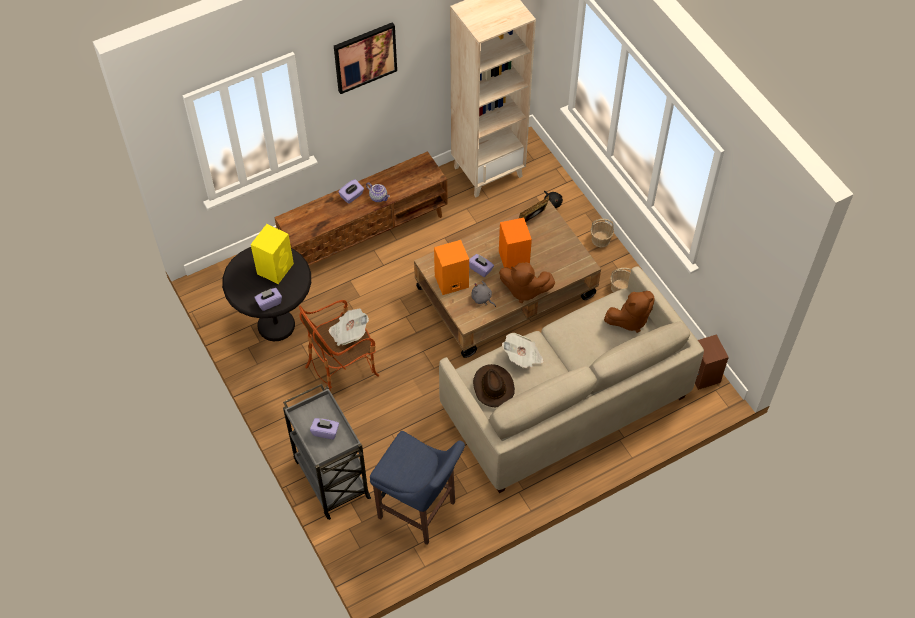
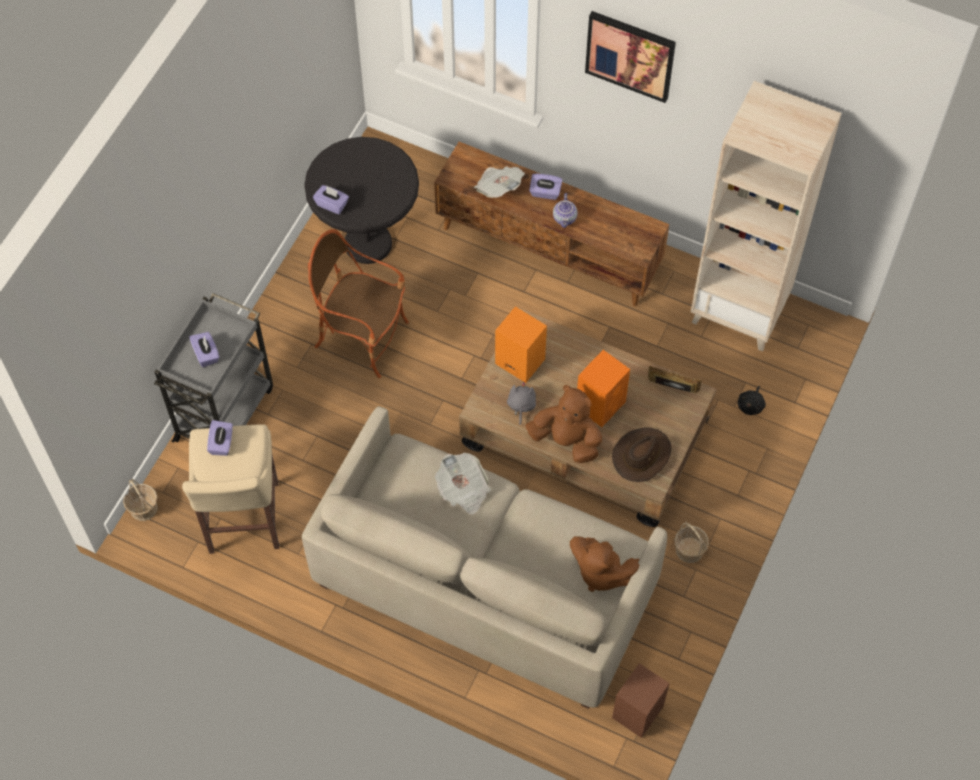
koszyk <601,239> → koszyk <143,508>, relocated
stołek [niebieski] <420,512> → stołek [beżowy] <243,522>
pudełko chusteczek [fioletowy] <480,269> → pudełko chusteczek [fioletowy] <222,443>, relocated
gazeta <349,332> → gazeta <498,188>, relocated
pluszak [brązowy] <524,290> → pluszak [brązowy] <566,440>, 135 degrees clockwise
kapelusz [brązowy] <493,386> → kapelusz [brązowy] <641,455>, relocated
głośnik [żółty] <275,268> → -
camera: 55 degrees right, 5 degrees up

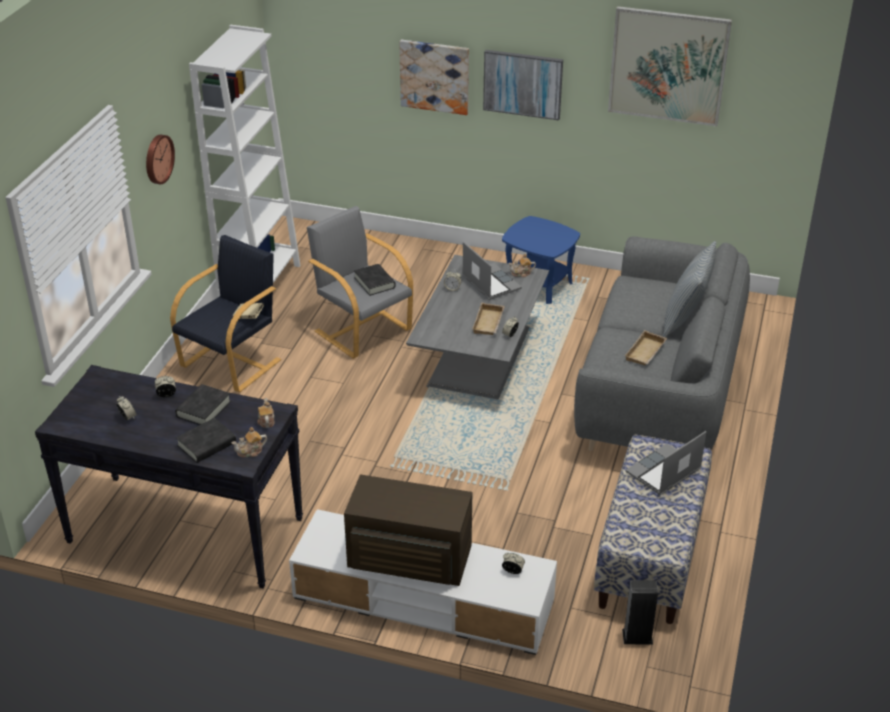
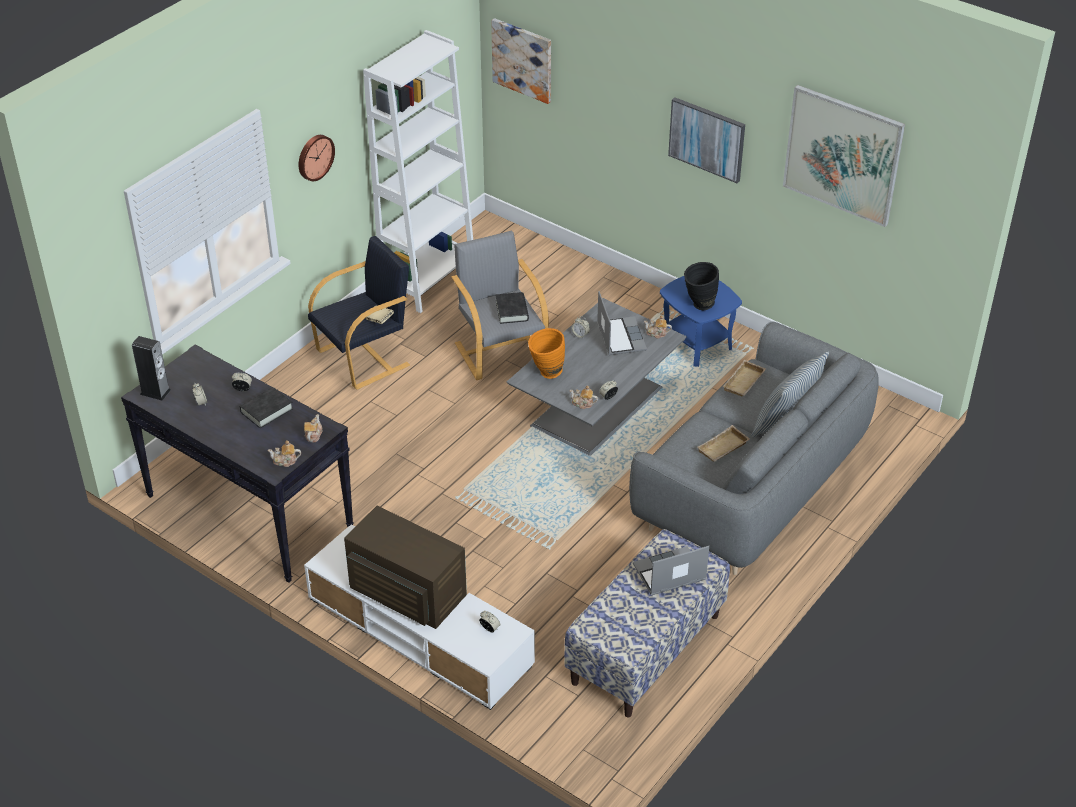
głośnik <637,636> → głośnik <155,392>, relocated
obraz <435,76> → obraz <523,60>, relocated
- → wazon [pomarańczowy] <546,373>
- → imbryk <583,404>
- → wazon [czarny] <699,305>
taca [beżowy] <489,323> → taca [beżowy] <744,383>, relocated
książka [czarny] <206,444> → -
camera: 20 degrees right, 5 degrees up

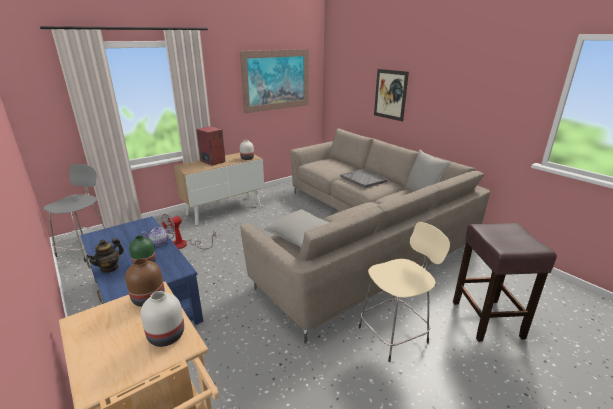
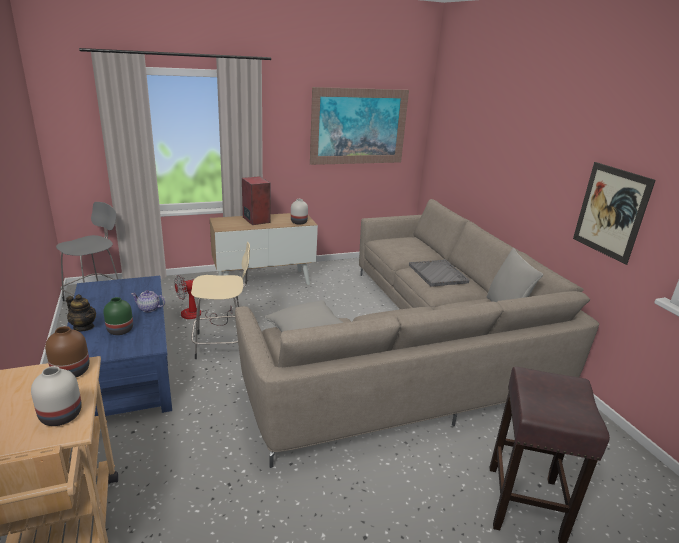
imbryk <110,268> → imbryk <84,327>, 105 degrees counterclockwise
stołek [beżowy] <394,334> → stołek [beżowy] <222,344>, relocated
obraz <390,94> → obraz <611,212>, relocated
camera: 15 degrees right, 0 degrees up

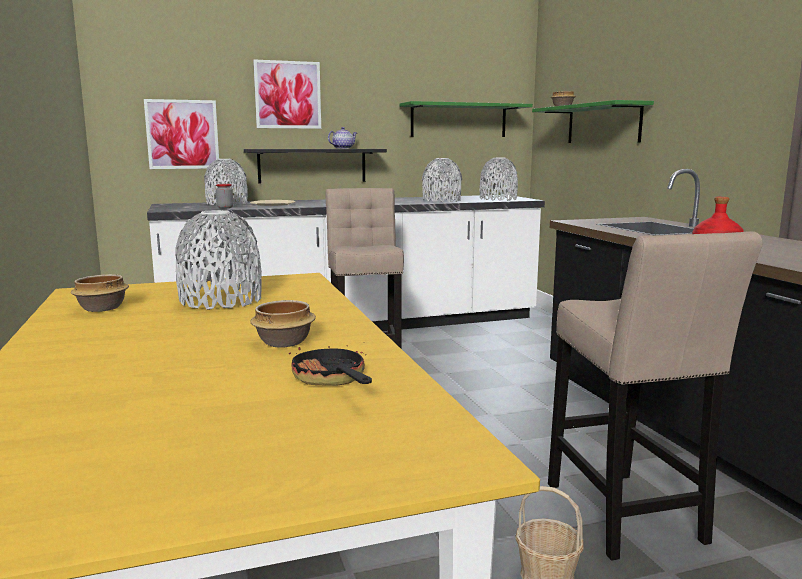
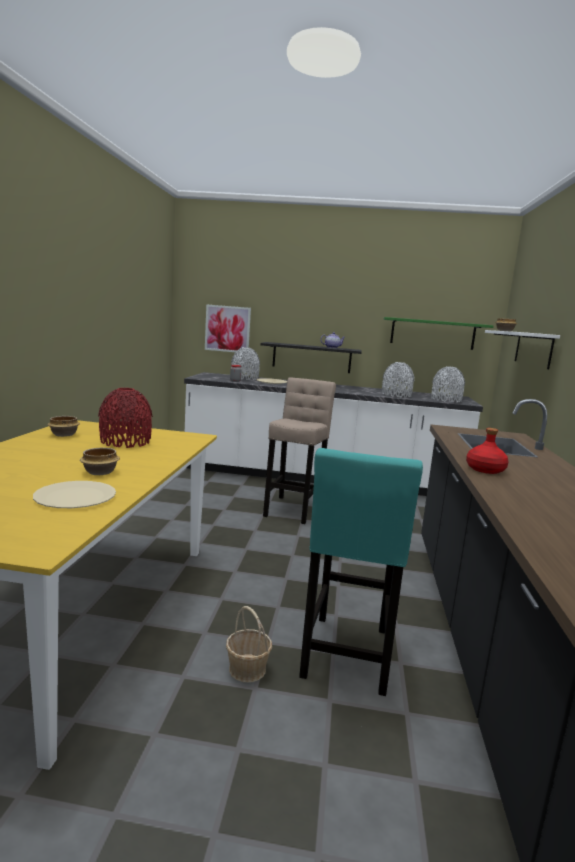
patelnia <332,380> → talerz [beżowy] <75,497>
wazon [szary] <221,300> → wazon [czerwony] <125,441>
stołek [beżowy] <626,518> → stołek [turkusowy] <346,657>
półka [zielony] <603,124> → półka [biały] <533,349>
obraz <287,95> → -
camera: 25 degrees right, 0 degrees up

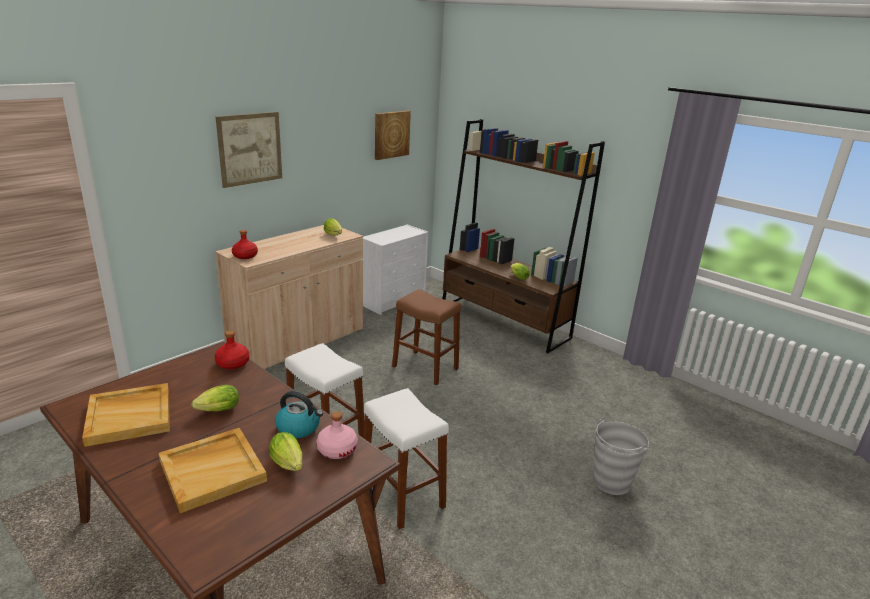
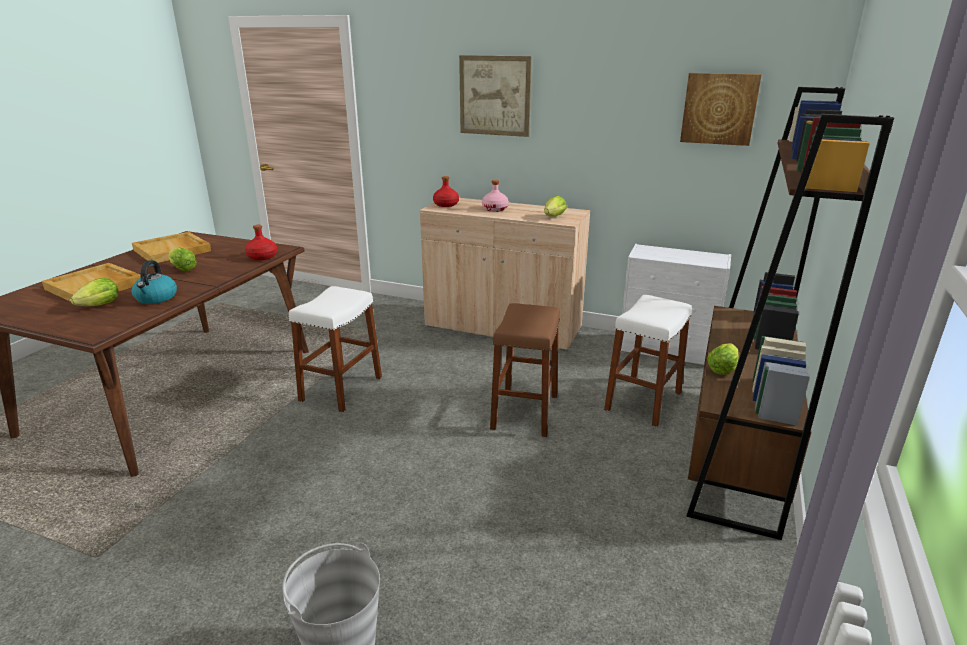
butelka [różowy] <337,449> → butelka [różowy] <495,209>, relocated
stołek [biały] <402,495> → stołek [biały] <643,401>, relocated
camera: 70 degrees right, 0 degrees up

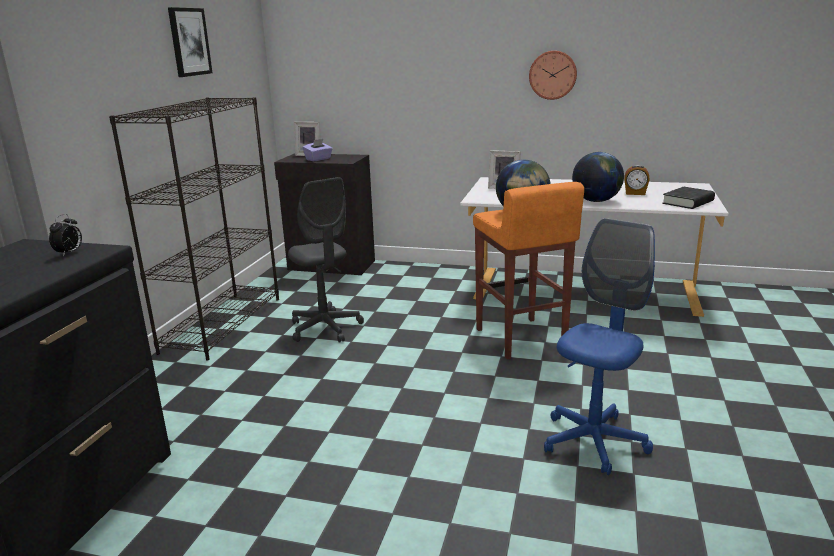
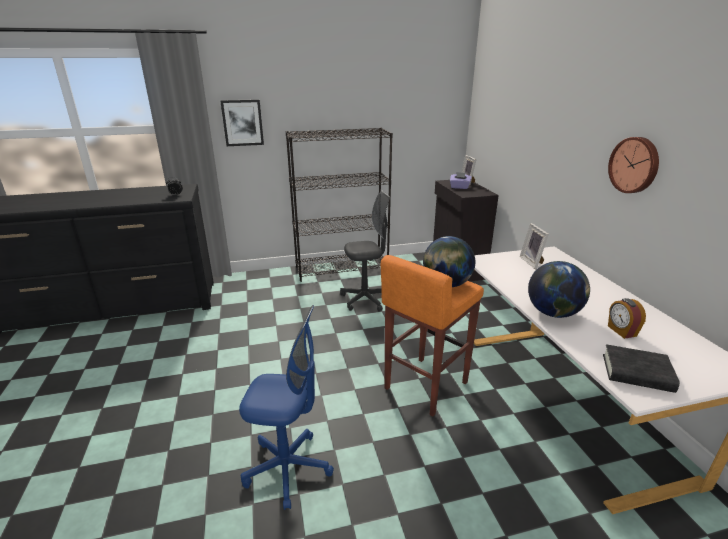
obraz <189,42> → obraz <242,122>, relocated
krzesło biurowe [szary] <325,328> → krzesło biurowe [szary] <365,299>, 135 degrees counterclockwise
camera: 60 degrees right, 5 degrees up

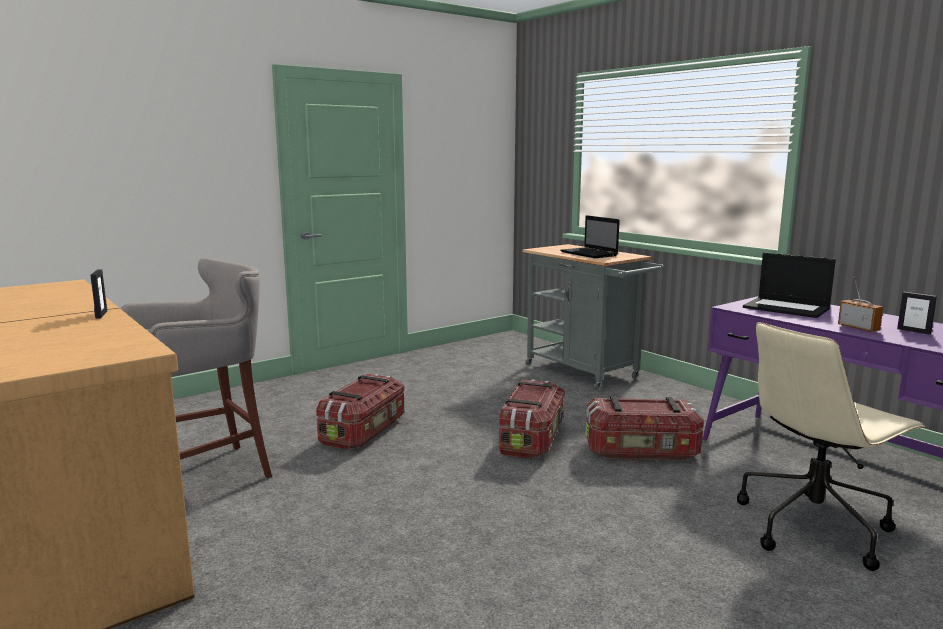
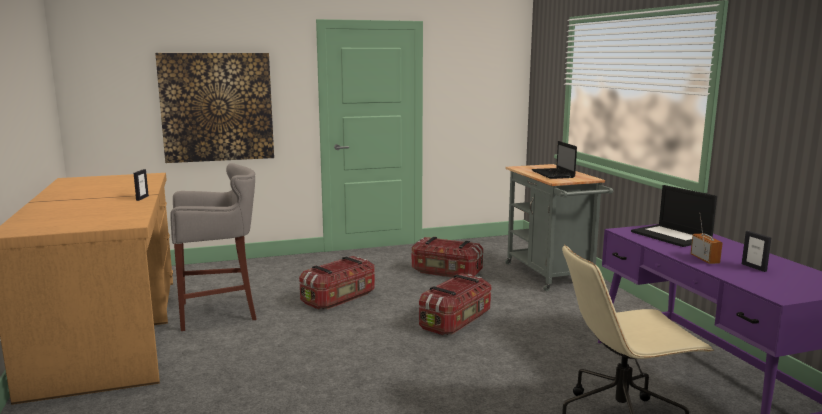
- → obraz <217,107>
pojemnik do przechowywania <642,452> → pojemnik do przechowywania <446,272>, relocated
camera: 20 degrees right, 0 degrees up

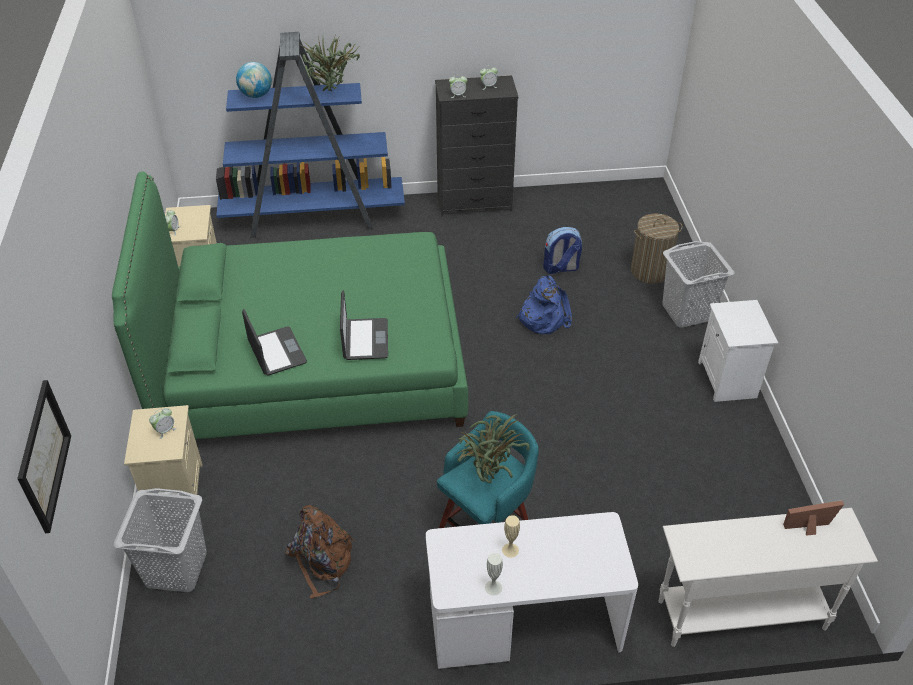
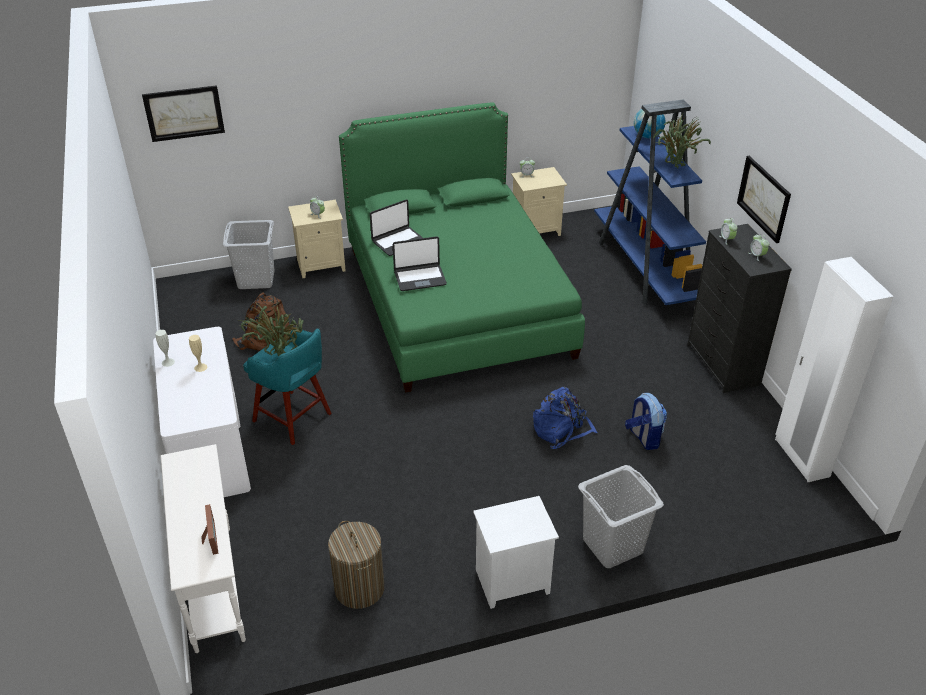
kosz na pranie <650,271> → kosz na pranie <359,588>, relocated
- → obraz <764,198>
- → szafa [biały] <801,458>
camera: 80 degrees right, 5 degrees down

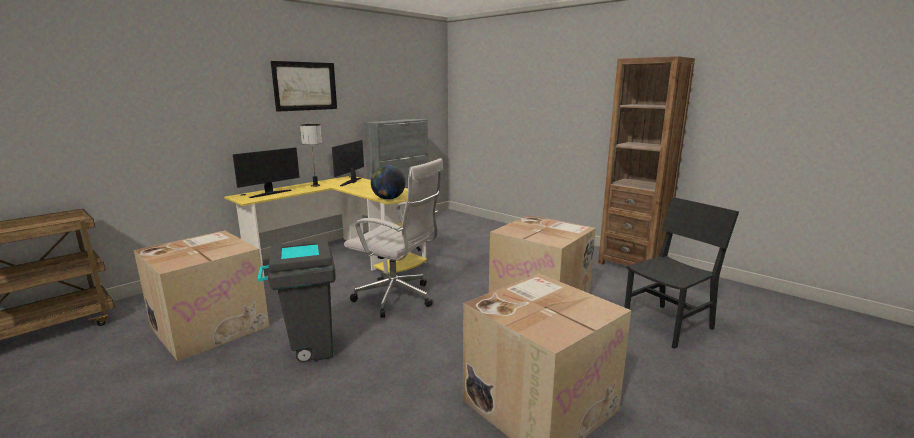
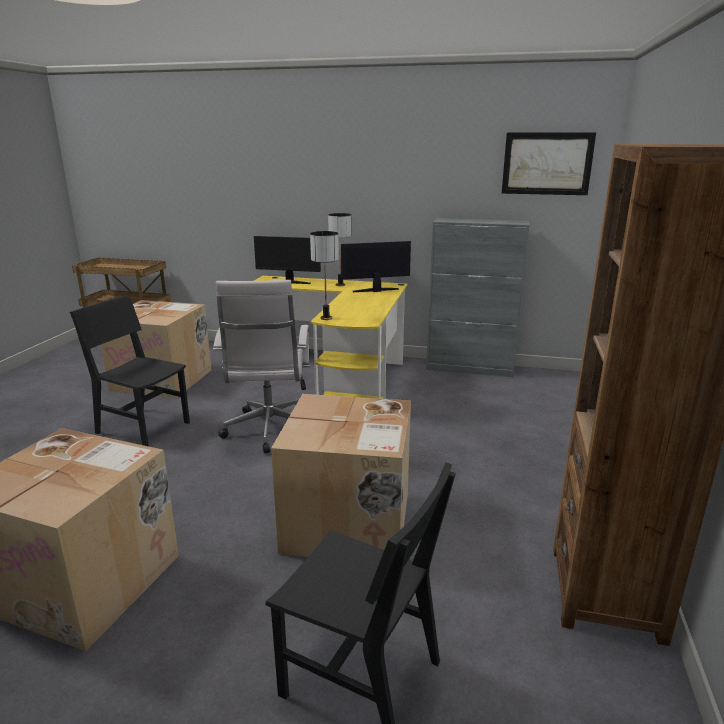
kosz na śmieci [szary] <307,350> → krzesło [czarny] <143,427>
globus <388,199> → lampa stołowa <326,318>
obraz <305,86> → obraz <547,163>, relocated
camera: 60 degrees right, 5 degrees up

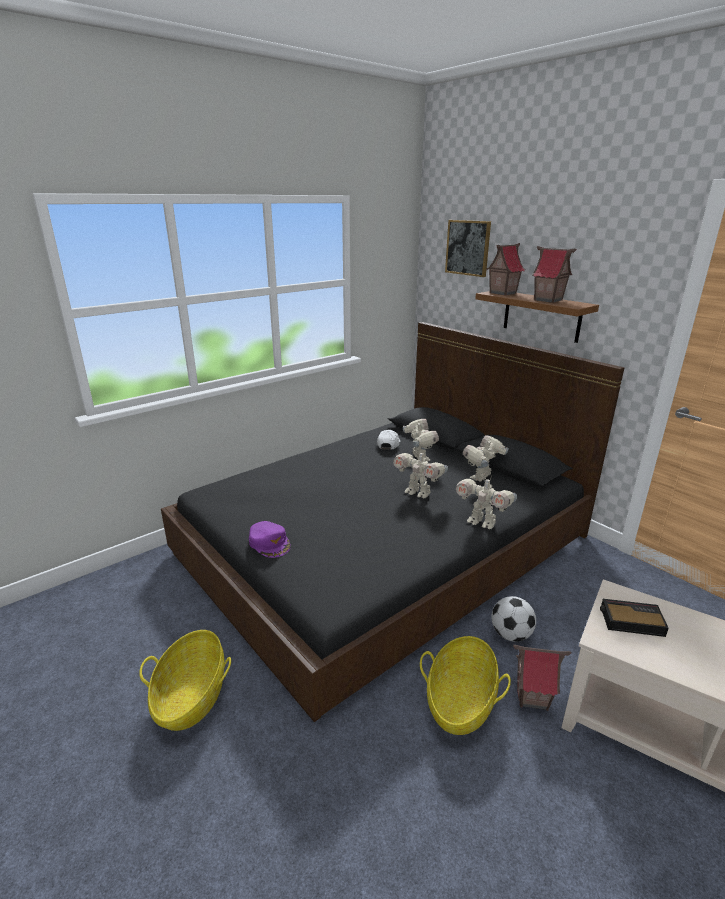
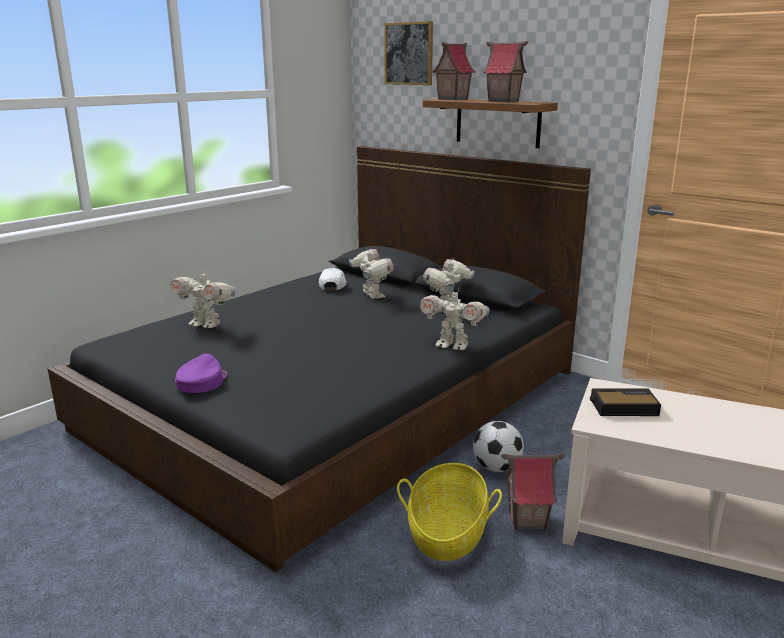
robot zabawkowy <418,493> → robot zabawkowy <206,324>, relocated
czapka z daszkiem [fioletowy] <270,543> → czapka z daszkiem [fioletowy] <201,381>, 120 degrees counterclockwise
koszyk <191,696> → -
camera: 10 degrees left, 5 degrees down

